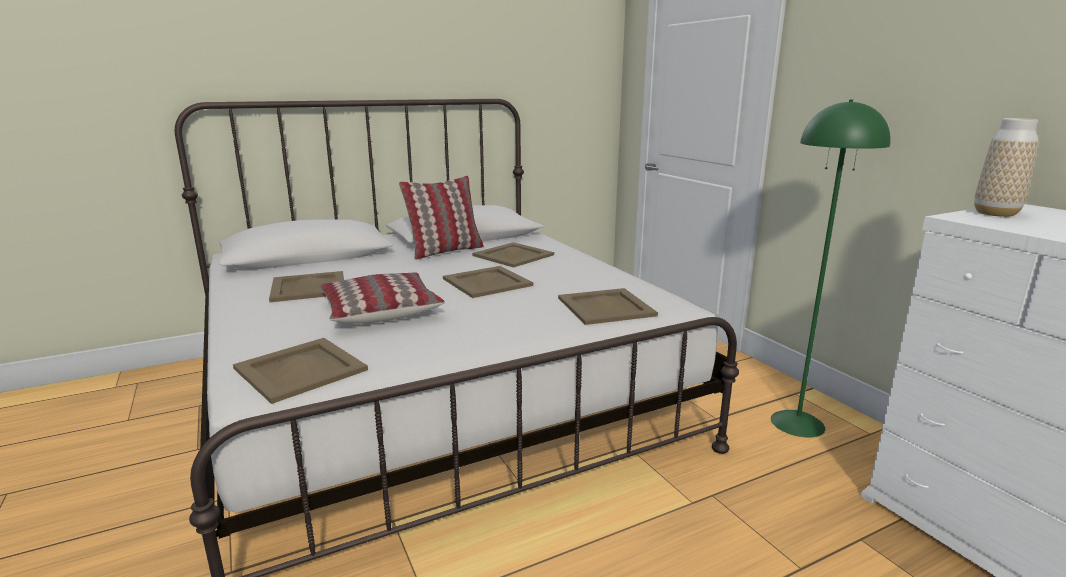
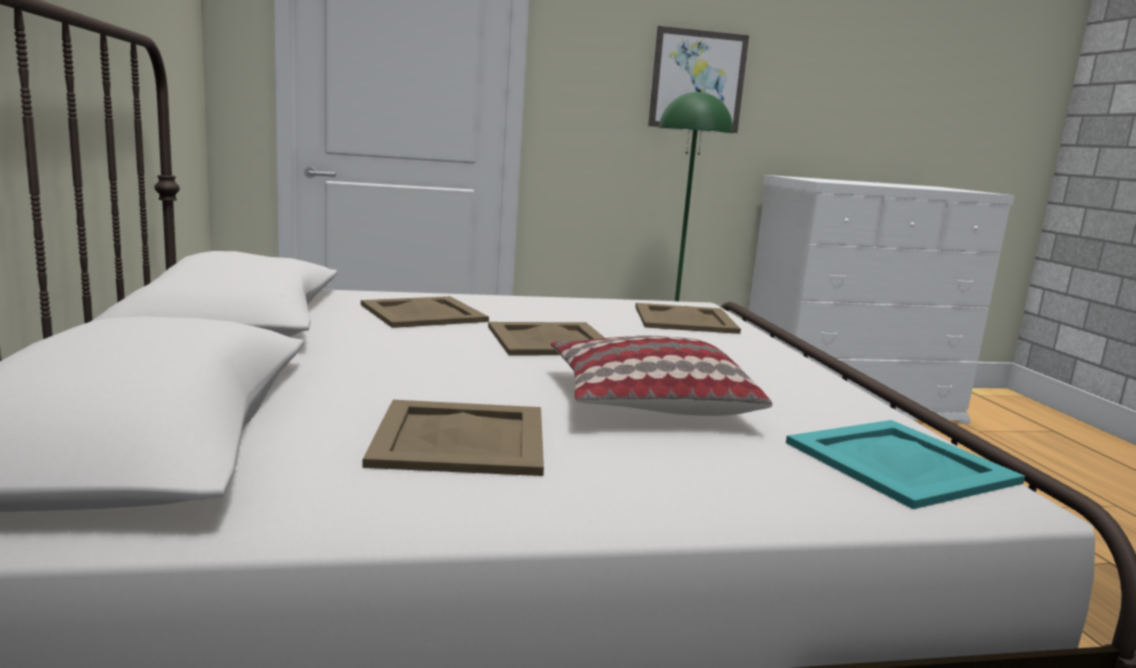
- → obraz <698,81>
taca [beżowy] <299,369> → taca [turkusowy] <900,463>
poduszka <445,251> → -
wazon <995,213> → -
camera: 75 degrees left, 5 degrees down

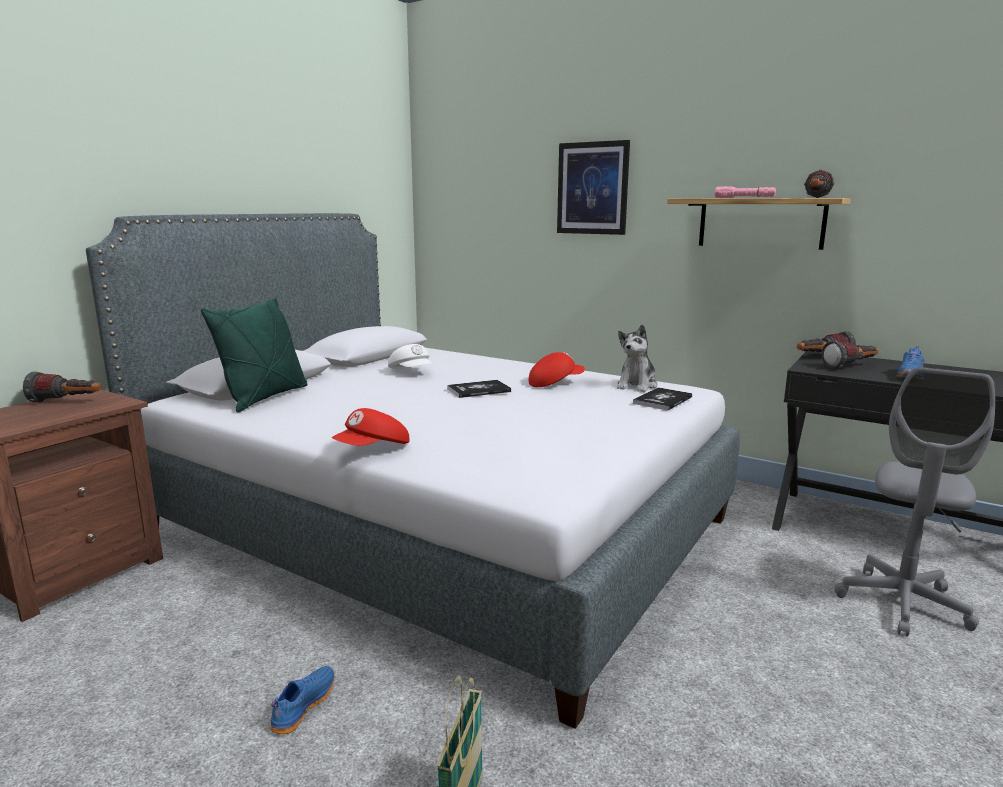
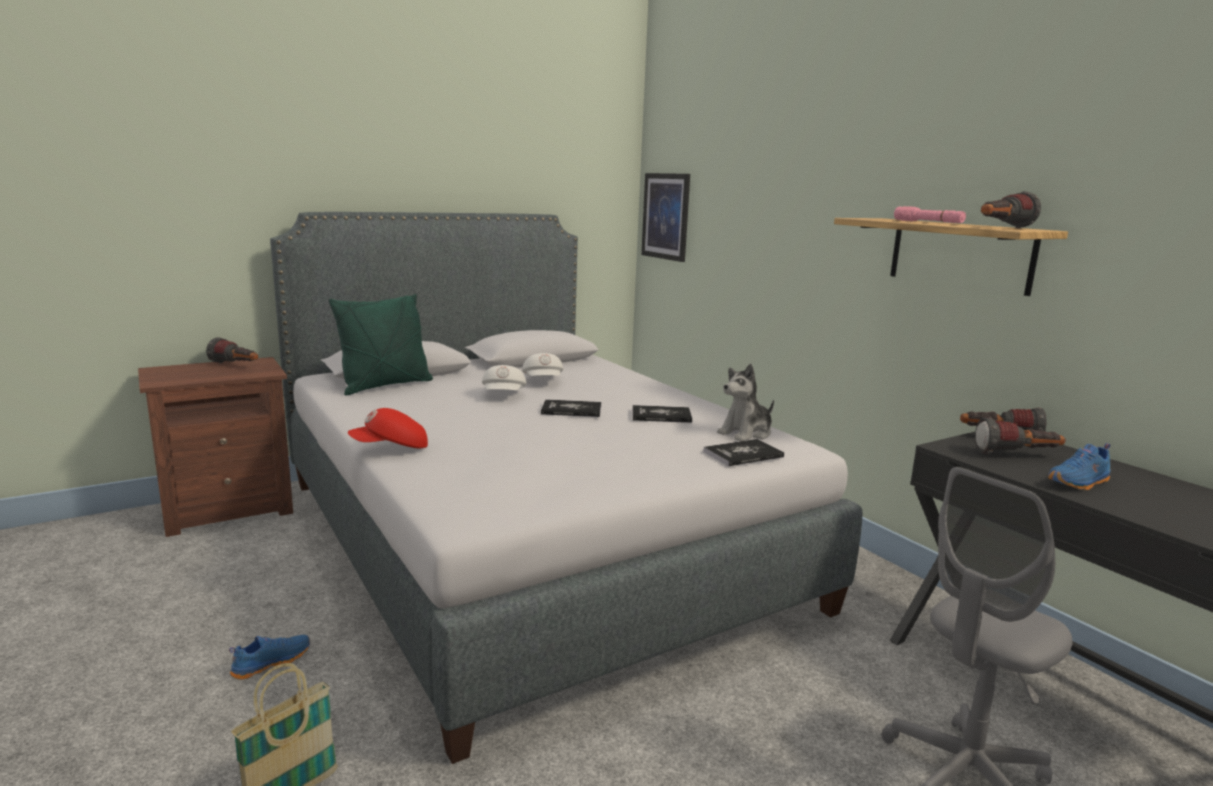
- → czapka z daszkiem [biały] <504,396>
czapka z daszkiem [czerwony] <555,383> → książka <661,415>
obraz <592,188> → obraz <666,216>, relocated
camera: 25 degrees right, 0 degrees up

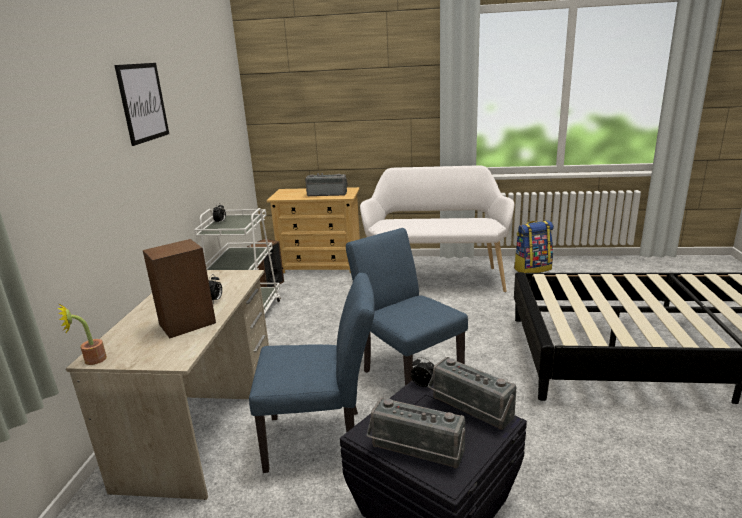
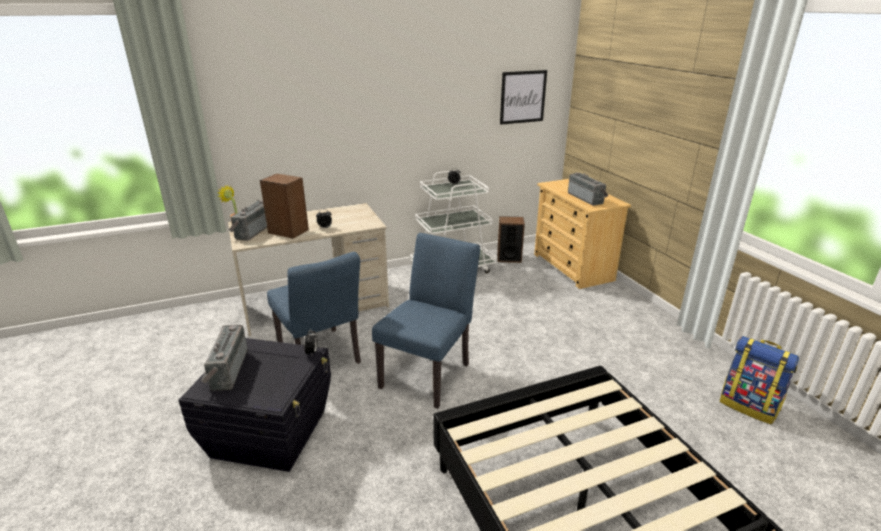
radio <469,410> → radio <252,230>, relocated
obraz <143,102> → obraz <523,97>, relocated
ławka [biały] <435,277> → -
camera: 60 degrees right, 5 degrees up

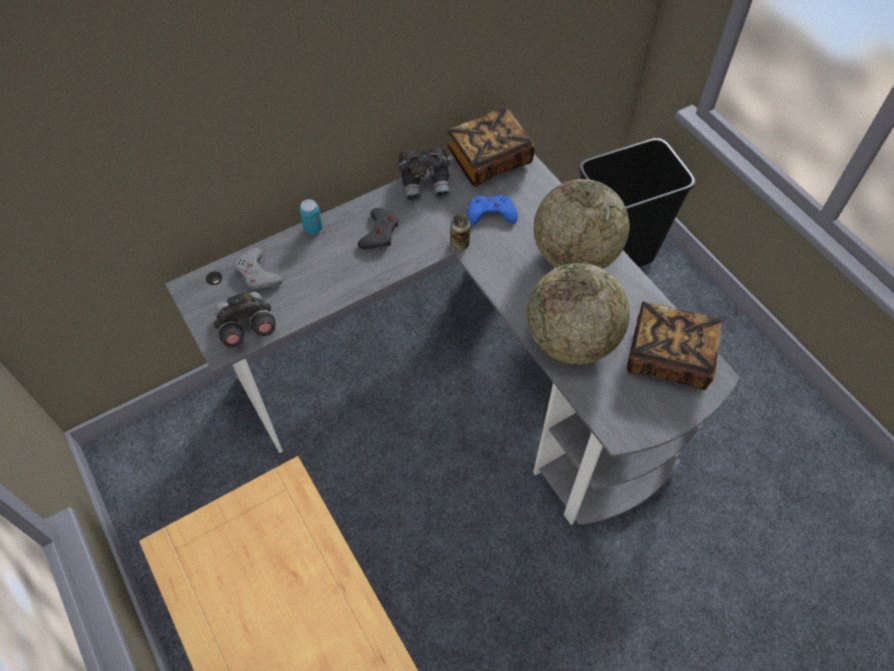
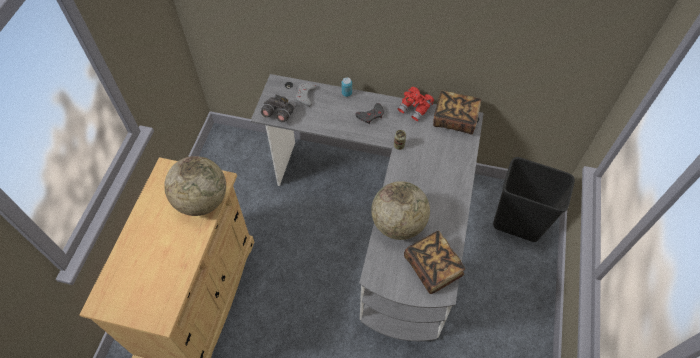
globus <575,256> → globus <202,201>, relocated
lornetka [szary] <426,182> → lornetka [czerwony] <415,108>
pad do gier [niebieski] <491,214> → -
camera: 45 degrees right, 0 degrees up

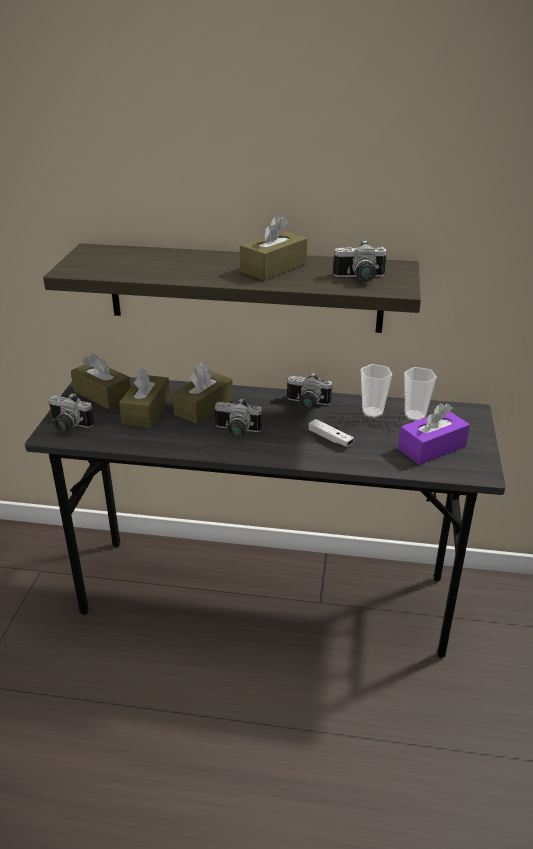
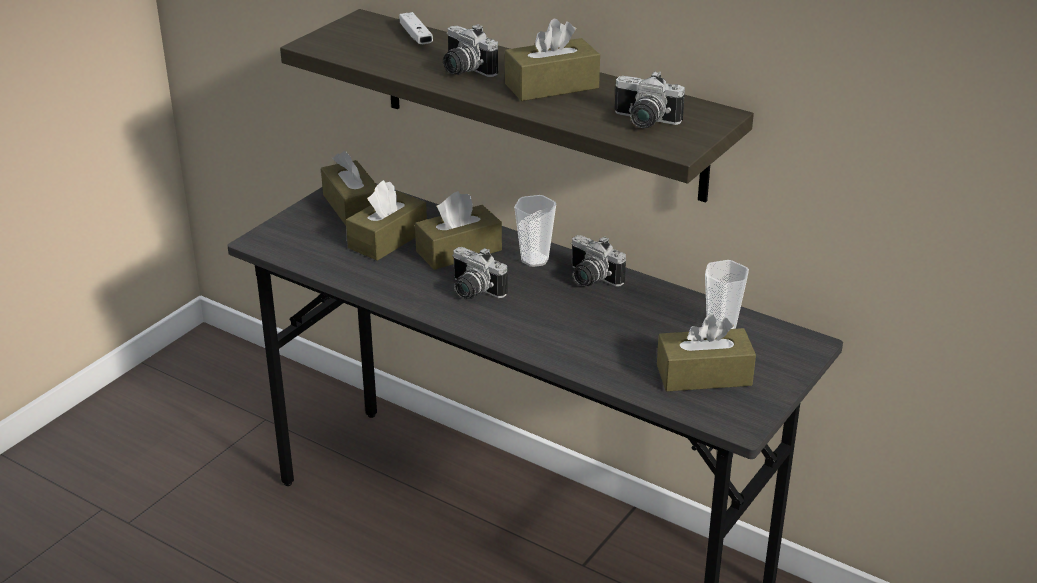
pad do gier [biały] <330,438> → pad do gier [biały] <416,36>, relocated
aparat fotograficzny <67,426> → aparat fotograficzny <463,70>, relocated
filiżanka <372,412> → filiżanka <534,260>, relocated
pudełko chusteczek [fioletowy] <431,447> → pudełko chusteczek [brązowy] <704,375>
camera: 25 degrees right, 0 degrees up

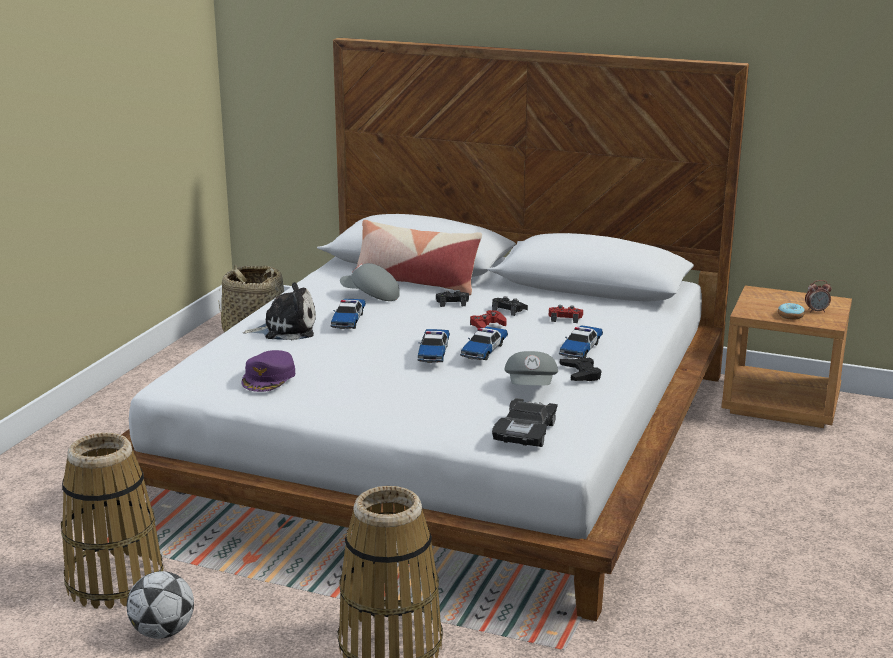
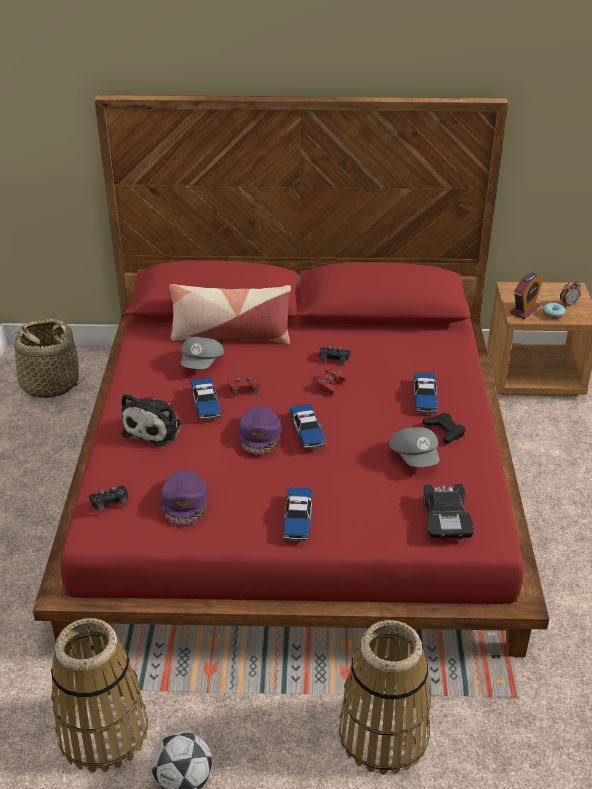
łóżko [biały] <446,438> → łóżko [czerwony] <296,478>
pad do gier [czarny] <452,303> → pad do gier [czarny] <109,501>, relocated
pluszak <286,329> → pluszak <155,428>, 135 degrees clockwise
czapka z daszkiem [szary] <370,296> → czapka z daszkiem [szary] <202,363>, 75 degrees counterclockwise
pad do gier [czerwony] <565,318> → pad do gier [czerwony] <244,389>, relocated
- → czapka z daszkiem [fioletowy] <260,434>
samochodzik <484,350> → samochodzik <298,519>, relocated
- → budzik <524,310>
camera: 20 degrees left, 15 degrees up

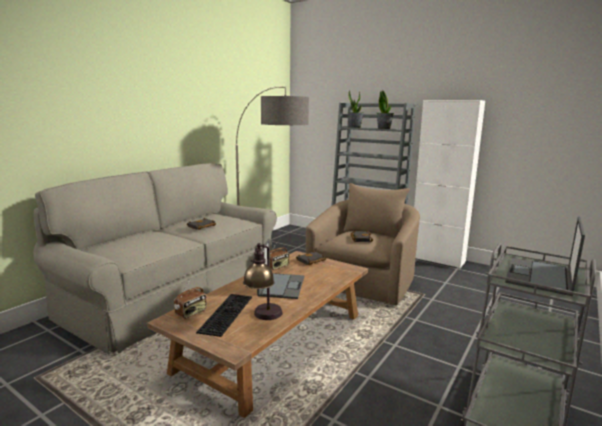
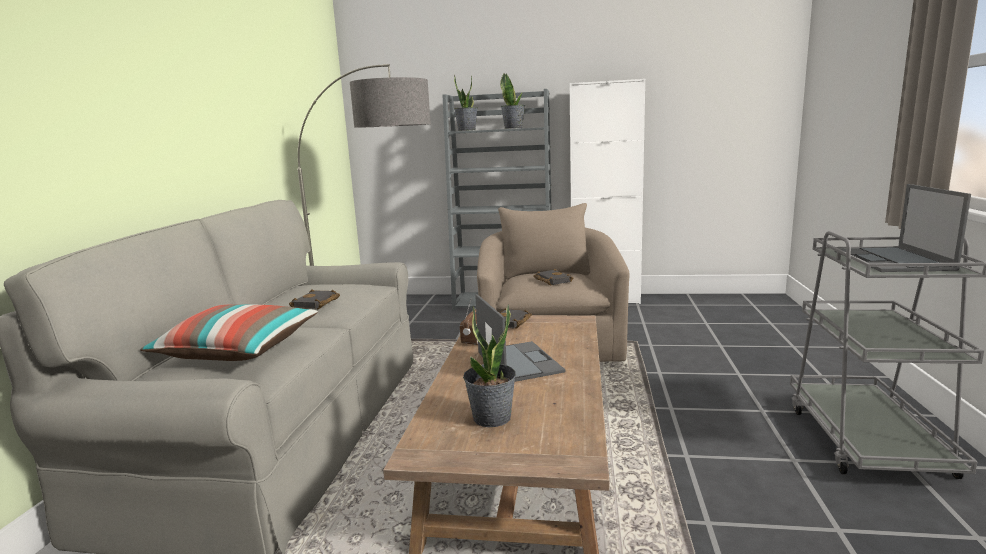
- → poduszka <238,351>
klawiatura <225,313> → roślina doniczkowa <492,418>
radio <191,313> → -
lampa stołowa <264,318> → -
camera: 25 degrees left, 0 degrees up

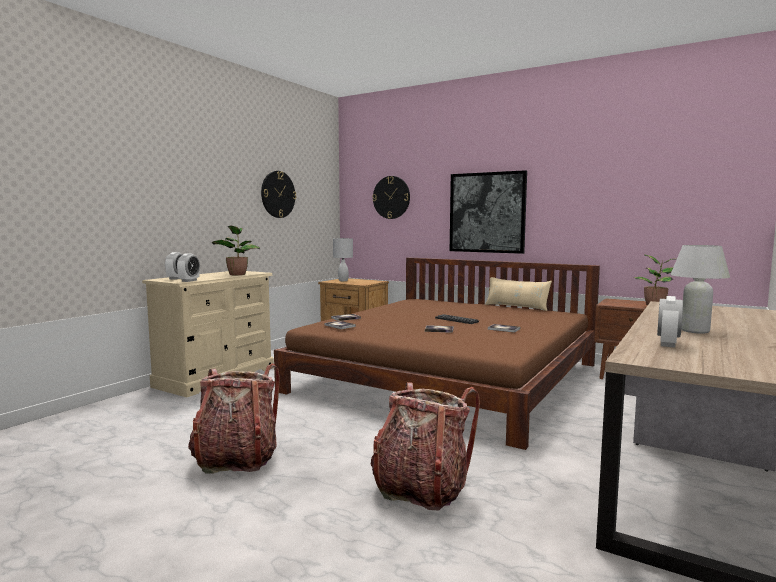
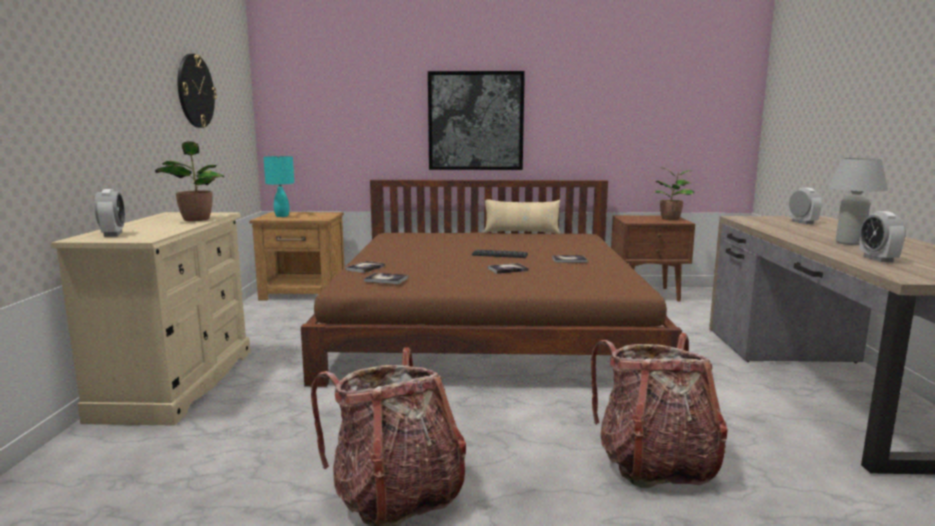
lampa stołowa [biały] <343,280> → lampa stołowa [turkusowy] <282,216>
budzik <189,281> → budzik <802,222>, relocated
zegar ścienny <391,197> → -
camera: 30 degrees left, 5 degrees up

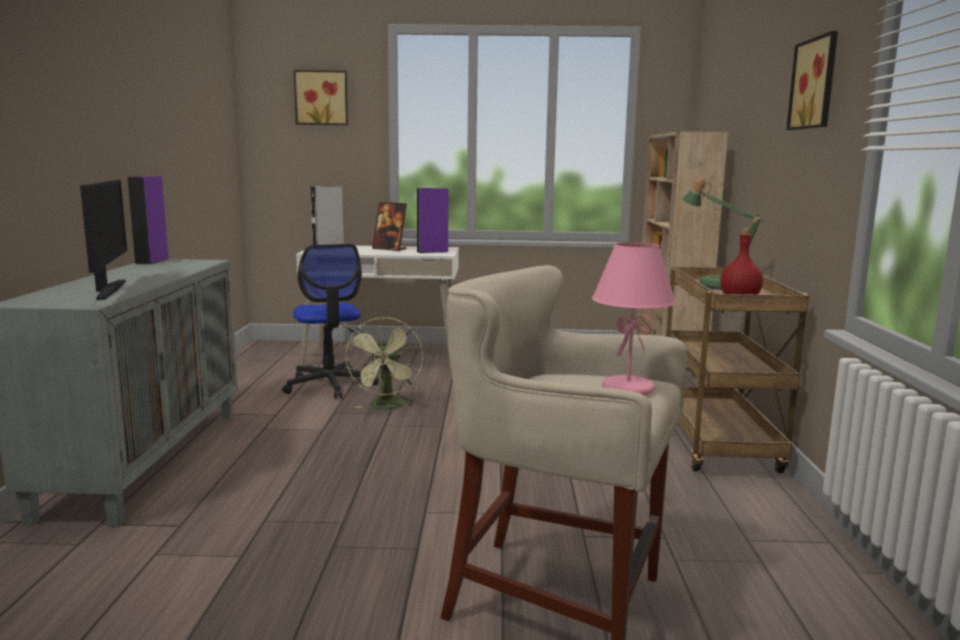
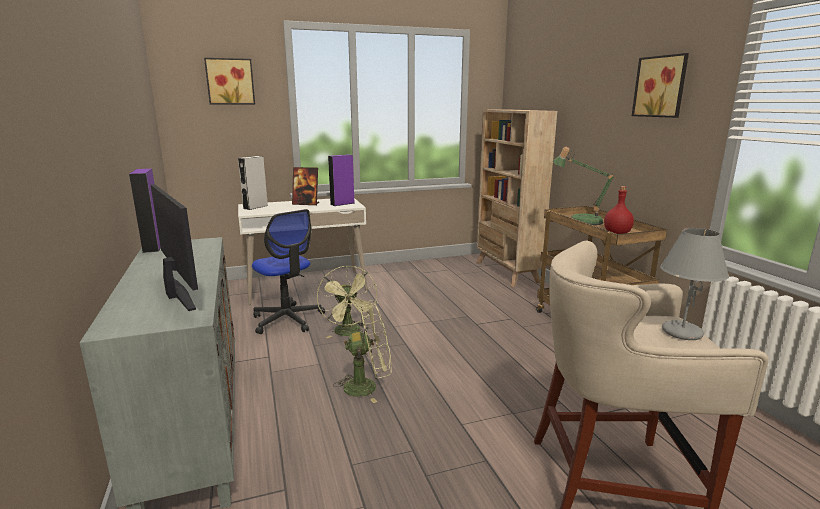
- → wentylator [zielony] <367,386>
lampa stołowa [różowy] <628,389> → lampa stołowa [szary] <681,332>
camera: 20 degrees left, 5 degrees up

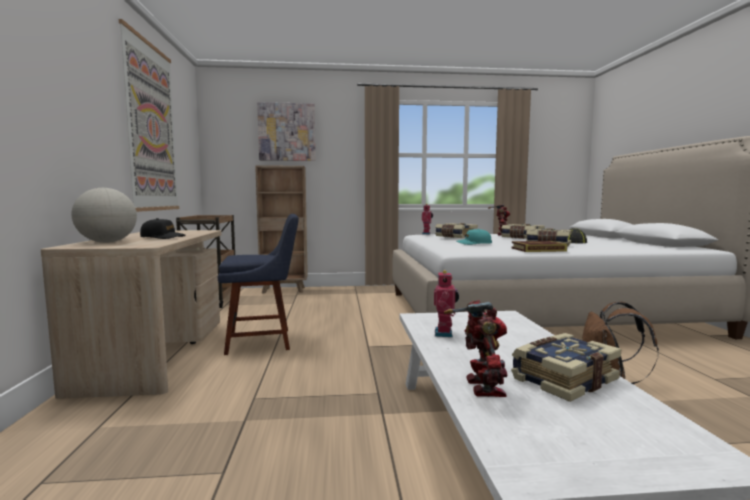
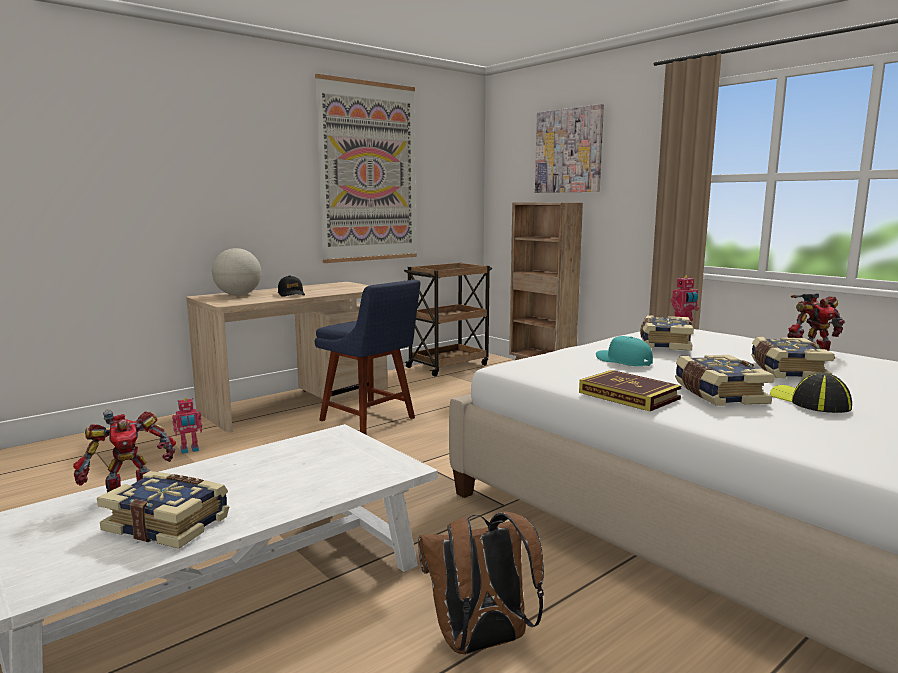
robot zabawkowy <445,333> → robot zabawkowy <189,450>, relocated
camera: 55 degrees right, 5 degrees up

